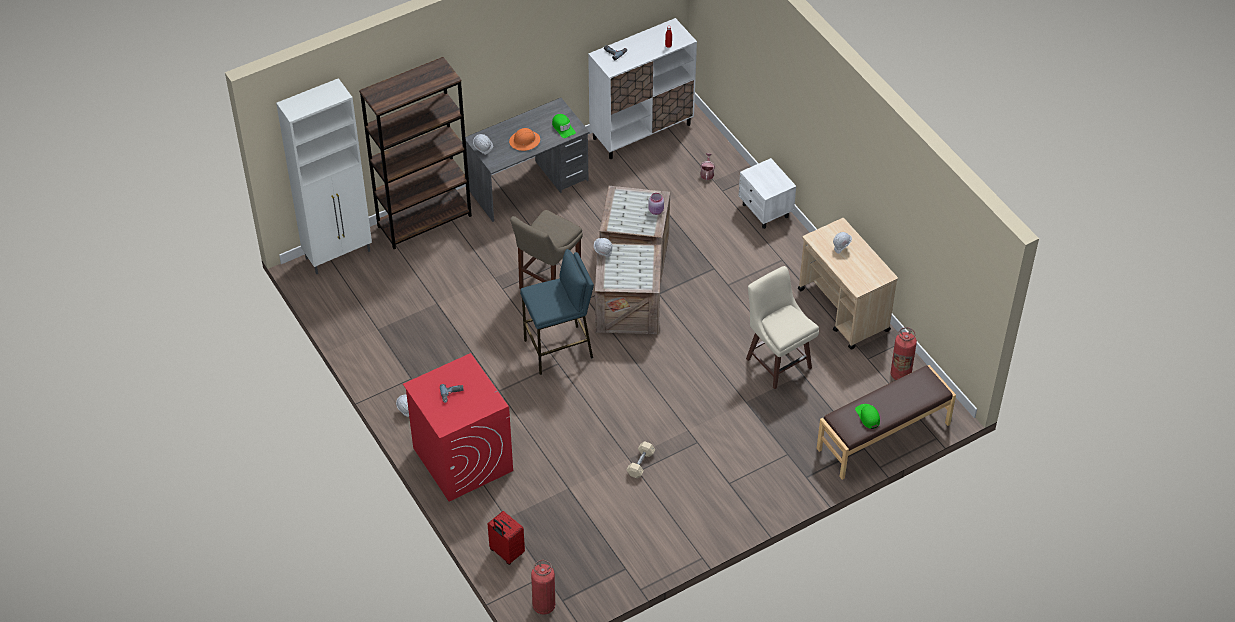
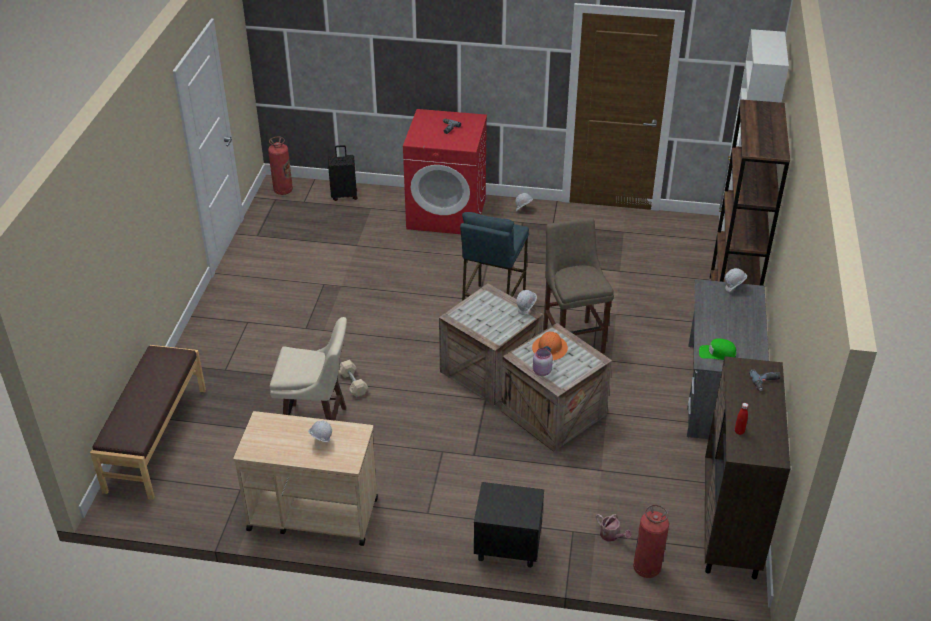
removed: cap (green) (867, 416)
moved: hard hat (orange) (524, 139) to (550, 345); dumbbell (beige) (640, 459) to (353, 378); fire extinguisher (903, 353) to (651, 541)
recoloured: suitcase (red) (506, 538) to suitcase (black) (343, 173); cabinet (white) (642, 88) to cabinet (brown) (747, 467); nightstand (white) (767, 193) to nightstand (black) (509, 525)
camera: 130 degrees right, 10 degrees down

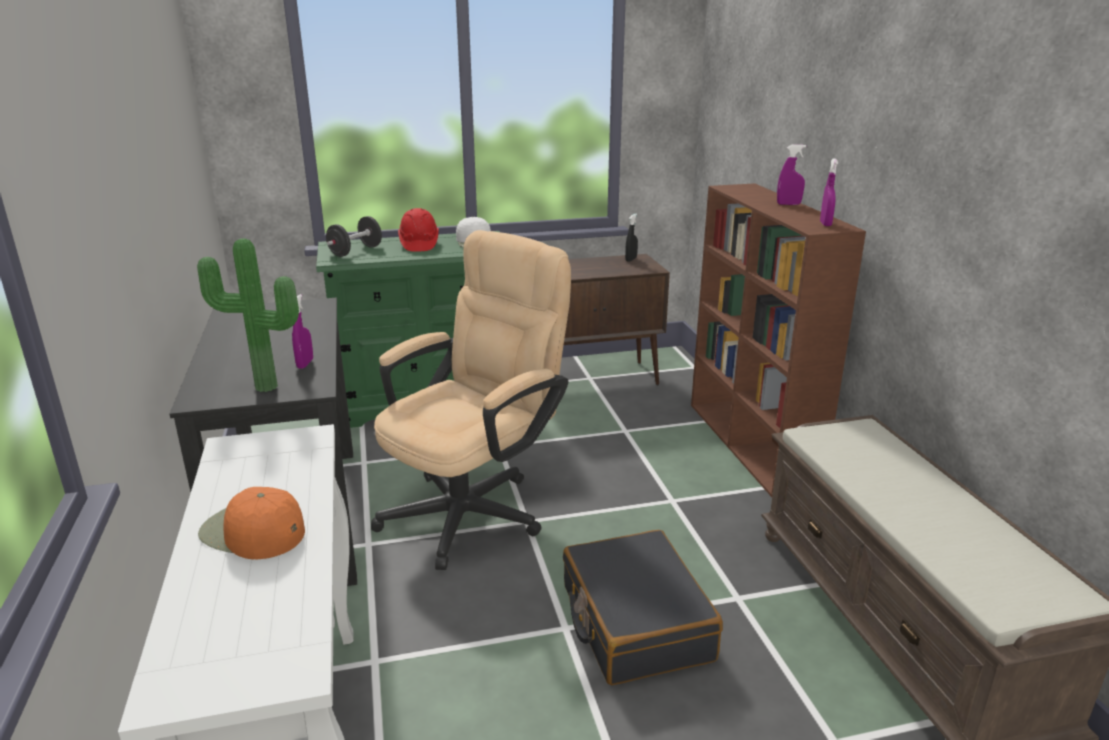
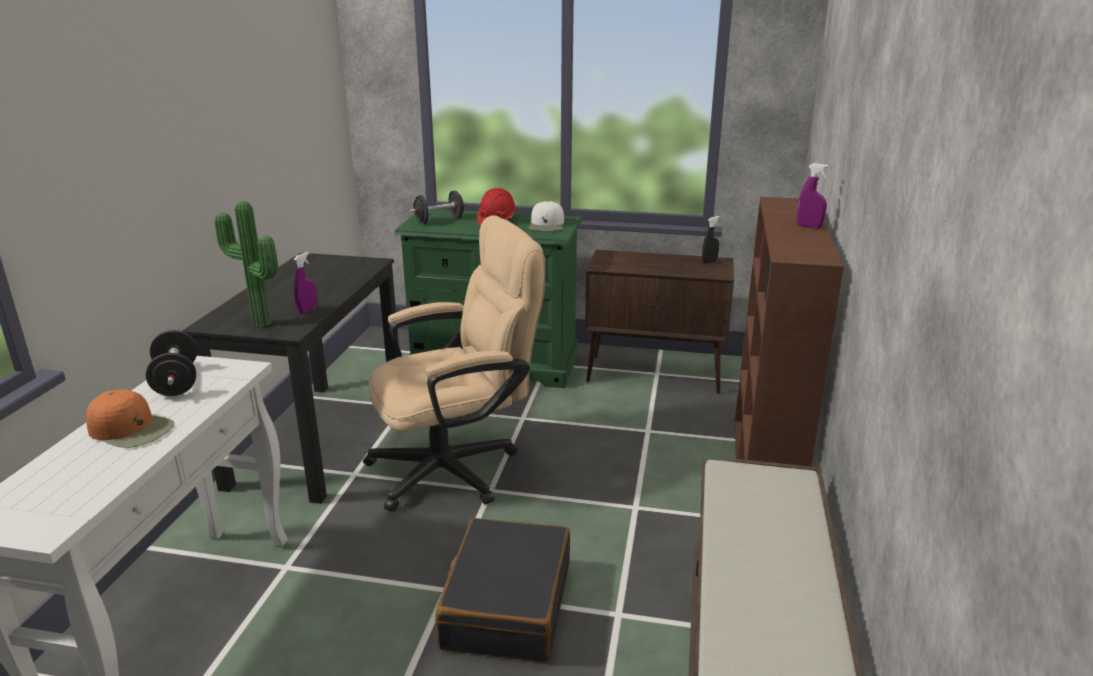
removed: spray bottle (purple) (829, 192)
added: dumbbell (black) (171, 363)
turned: cap (orange) (251, 523) = (130, 418) 150 degrees clockwise
camera: 25 degrees right, 0 degrees up

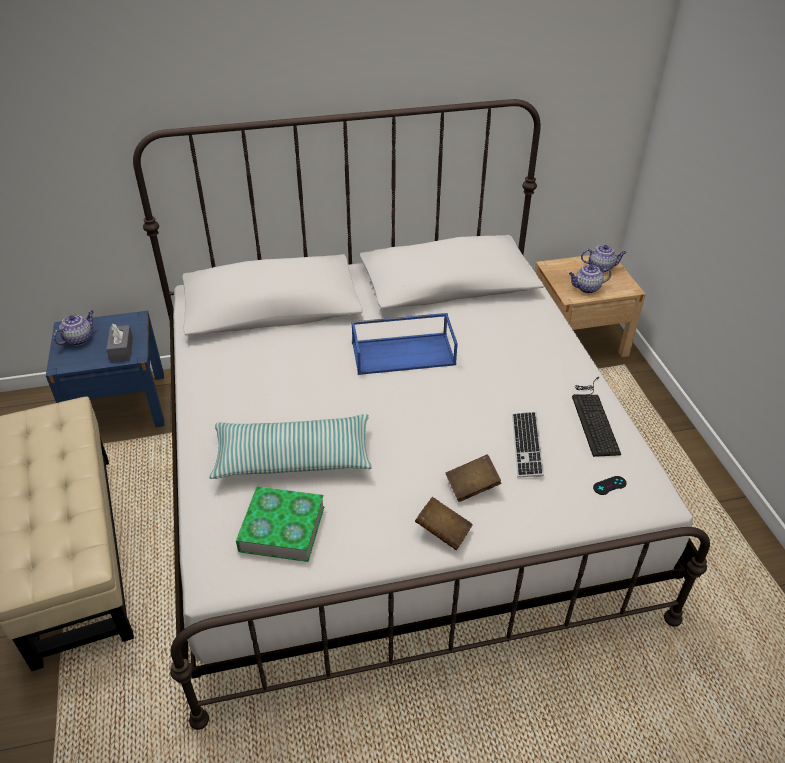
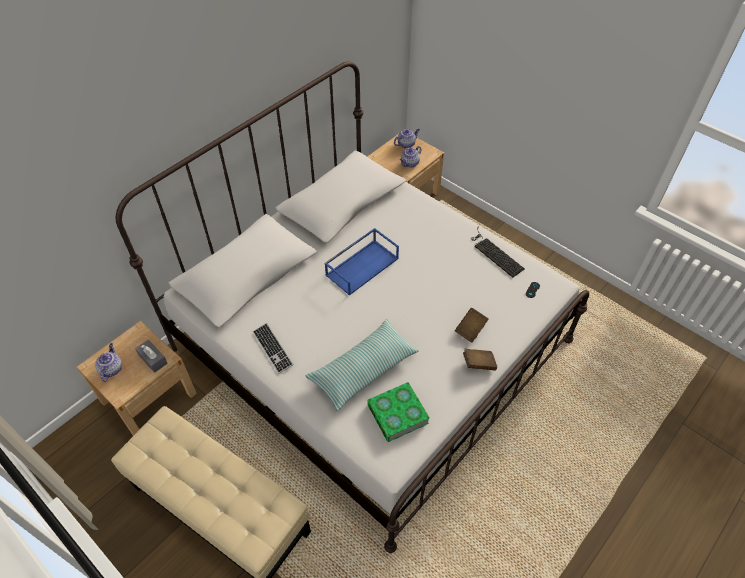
moved: keyboard (528, 445) to (273, 348)
recoloured: nightstand (blue) (105, 369) to nightstand (beige) (137, 378)
camera: 35 degrees left, 10 degrees up

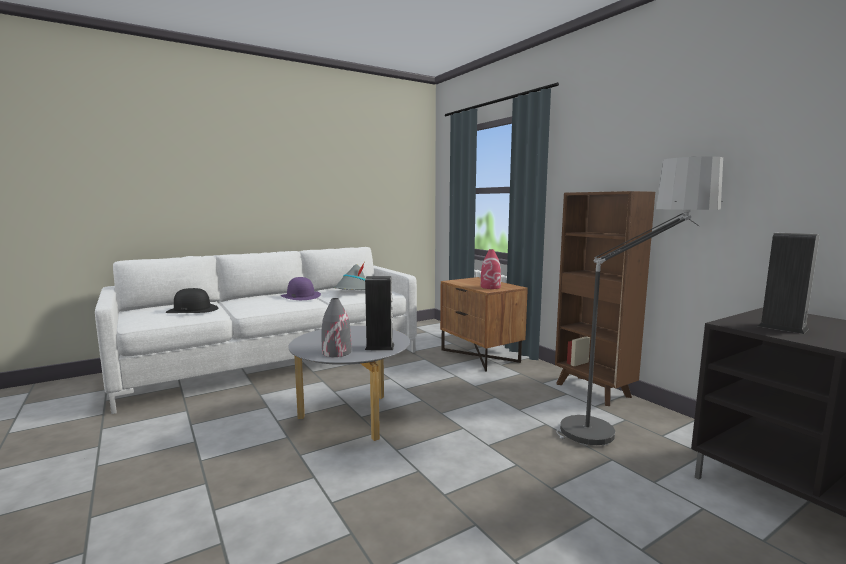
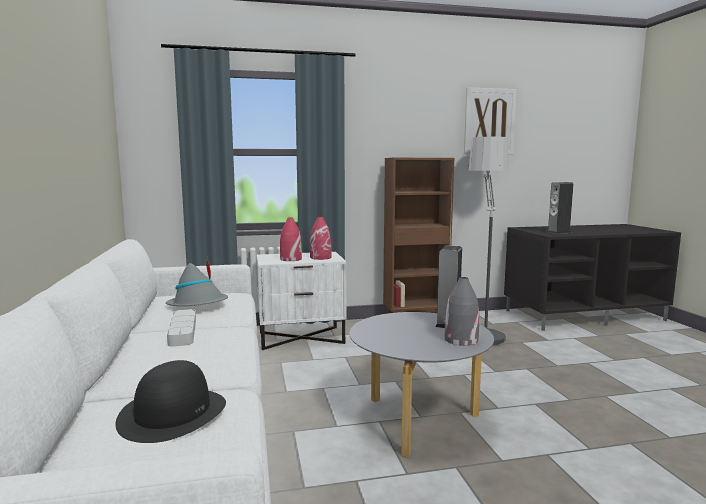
added: vase (red) (291, 239); picture (490, 121)
replaced: hat (purple) (301, 288) to tray (grey) (181, 328)
recoloured: nightstand (brown) (484, 324) to nightstand (white) (301, 301)
camera: 70 degrees left, 0 degrees up

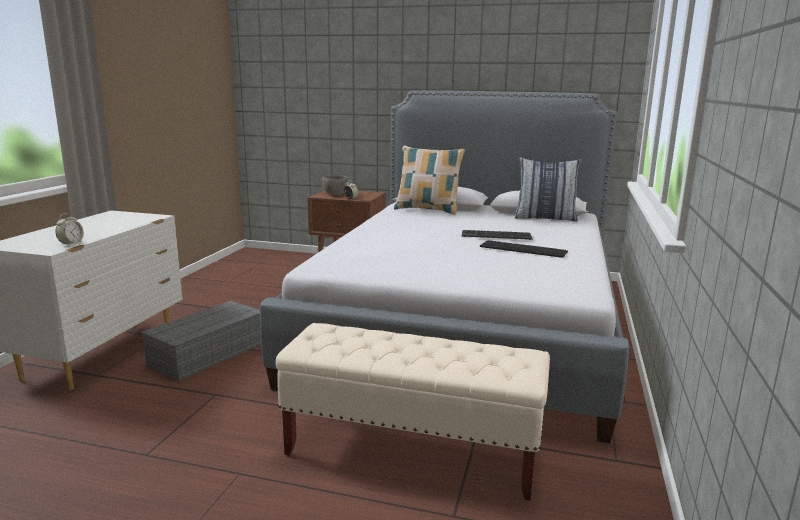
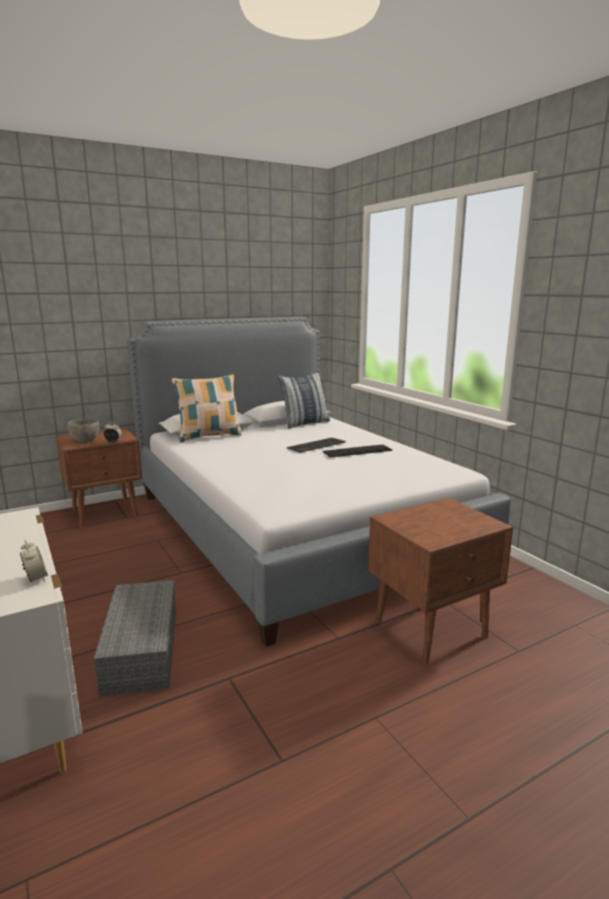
replaced: bench (beige) (413, 412) to nightstand (brown) (440, 581)
camera: 45 degrees left, 0 degrees up

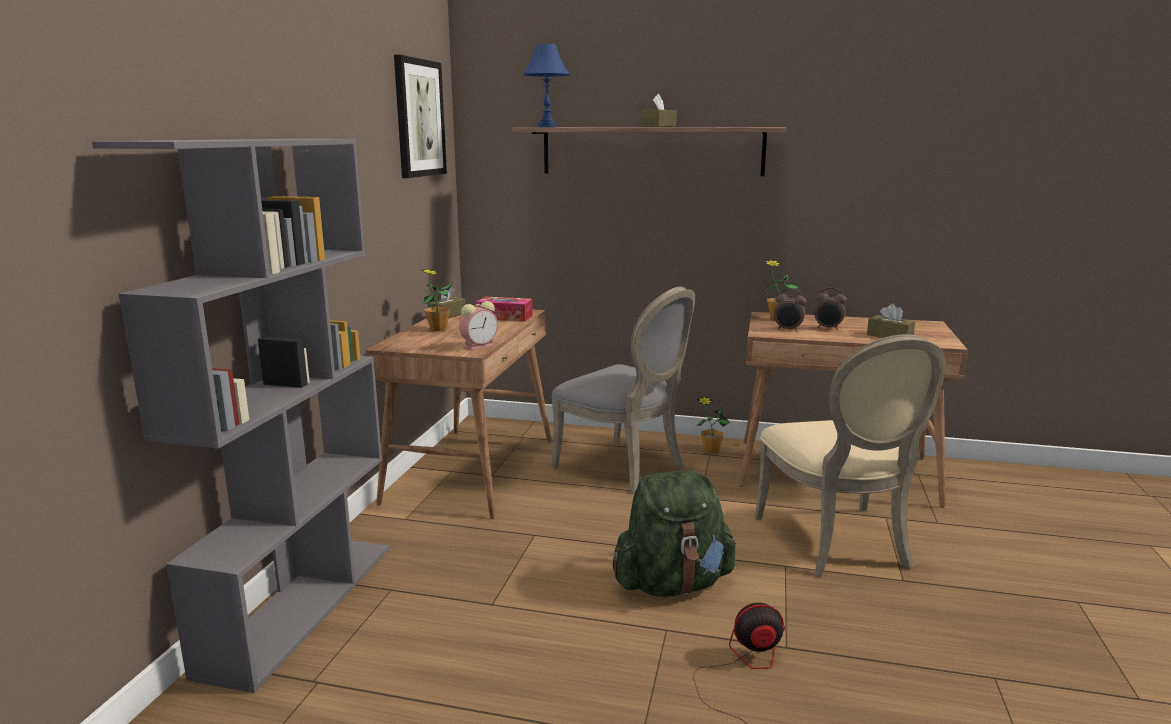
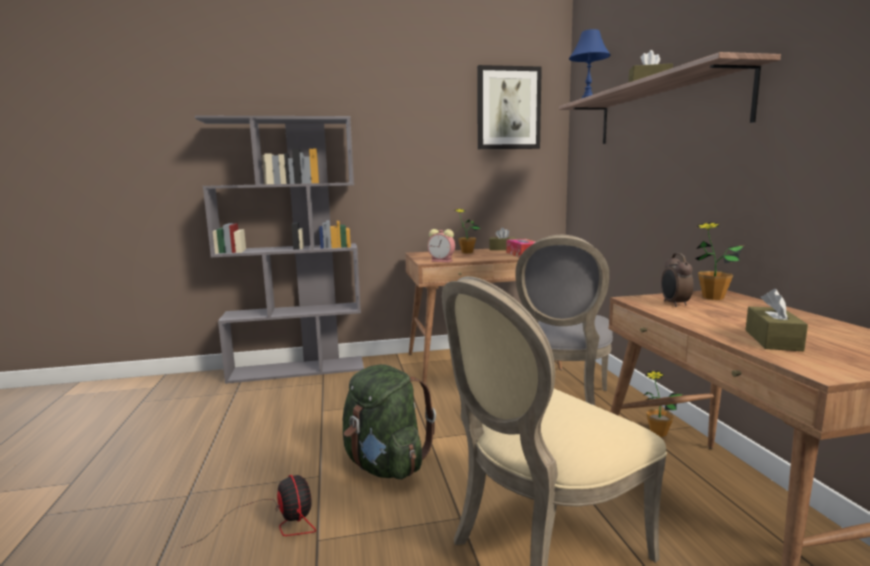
removed: alarm clock (830, 309)
camera: 65 degrees right, 5 degrees down

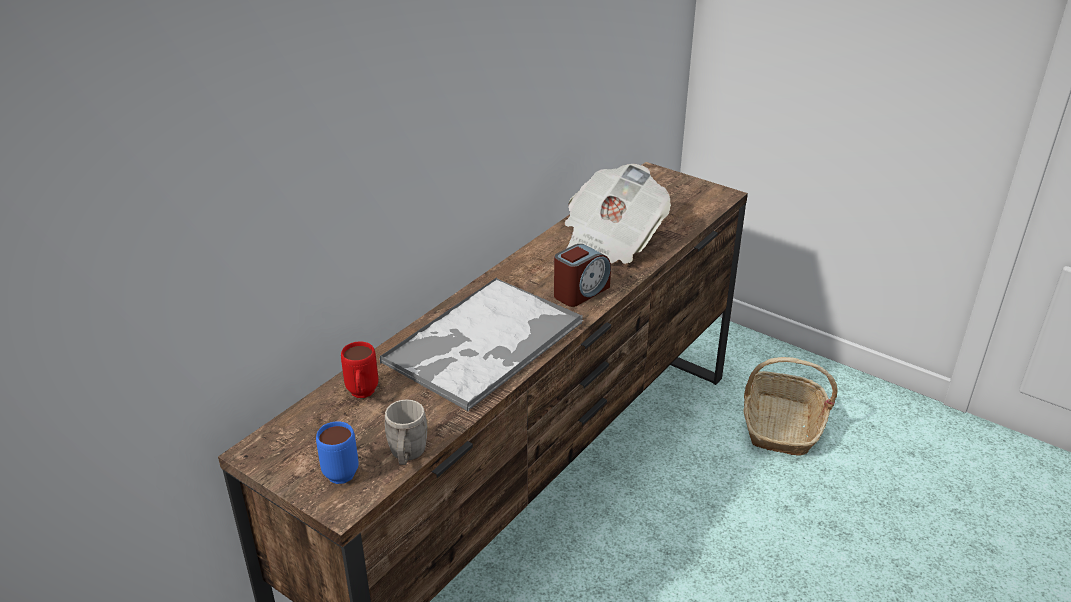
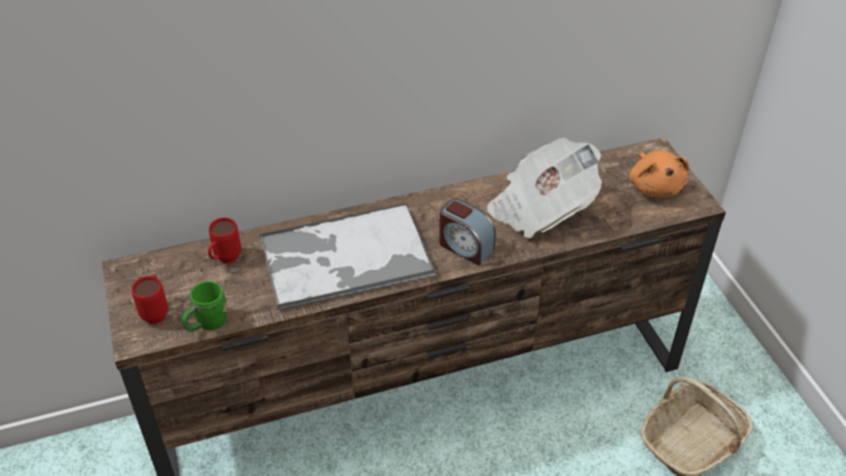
added: plush toy (orange) (659, 173)
recoloured: mug (blue) (337, 452) to mug (red) (150, 299); mug (grey) (406, 432) to mug (green) (204, 306)
turned: alarm clock (582, 275) = (467, 231) 45 degrees clockwise
camera: 35 degrees right, 10 degrees up

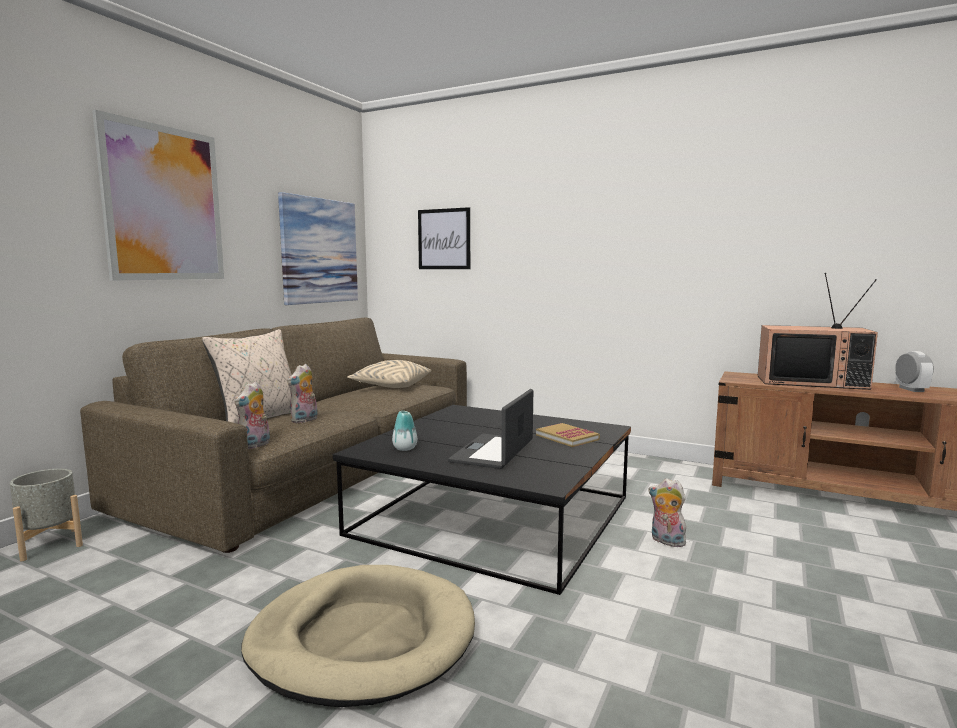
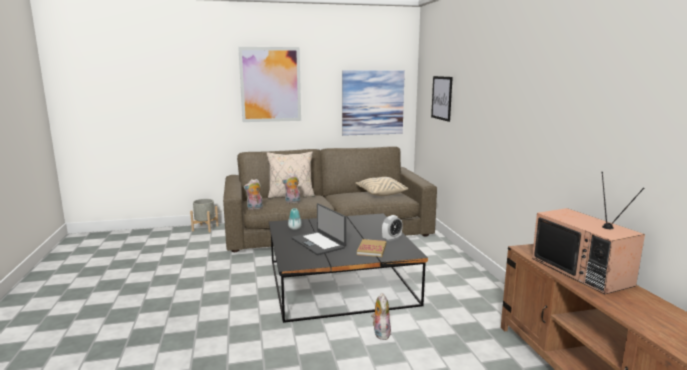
removed: dog bed (beige) (358, 636)
moved: alarm clock (914, 371) to (392, 228)
turned: laptop (490, 429) = (319, 229) 105 degrees counterclockwise
camera: 50 degrees right, 5 degrees up

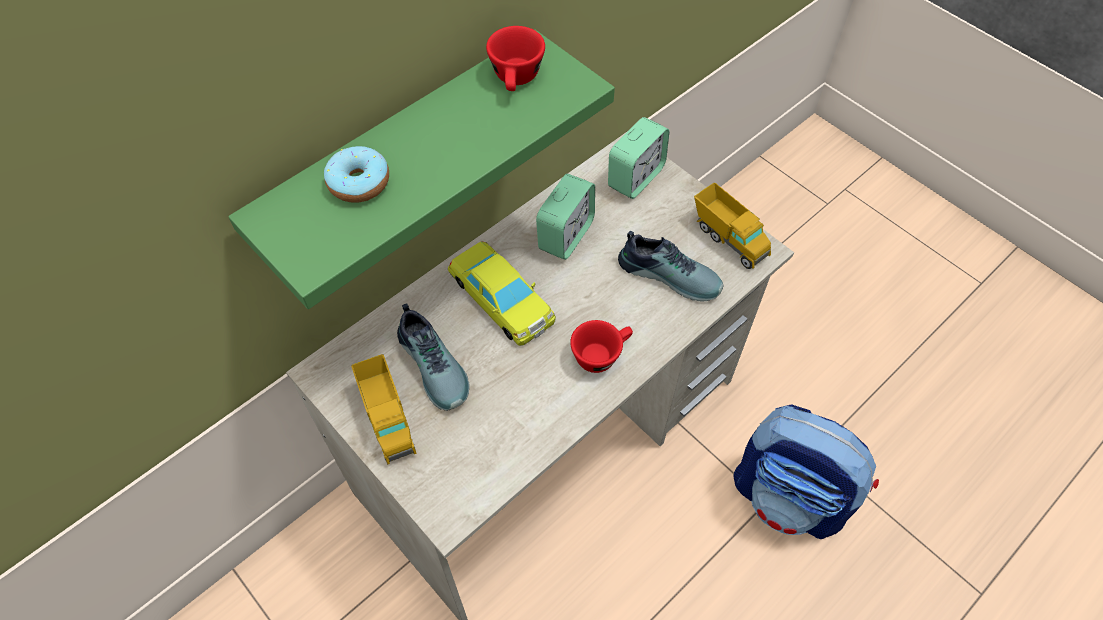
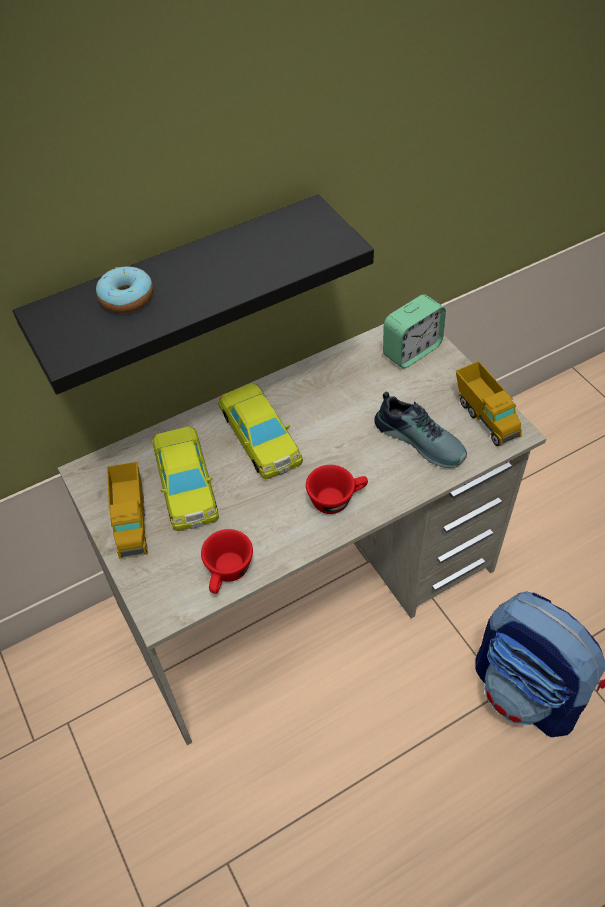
removed: alarm clock (565, 217)
moved: cup (red) (515, 58) to (227, 561)
replaced: shoe (433, 357) to toy car (yellow) (185, 478)
recoloured: shelf (green) (421, 169) to shelf (black) (193, 294)
camera: 15 degrees right, 5 degrees down

